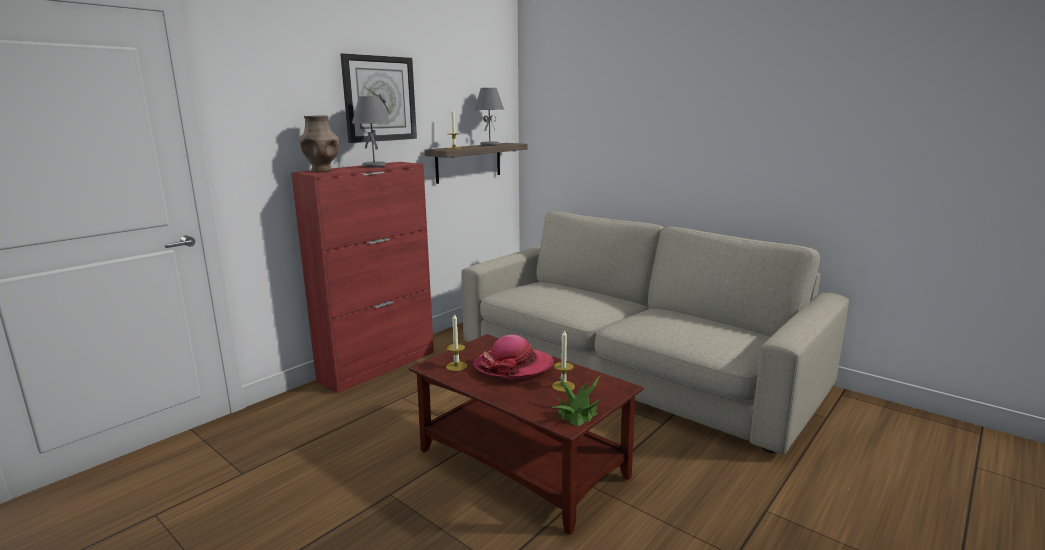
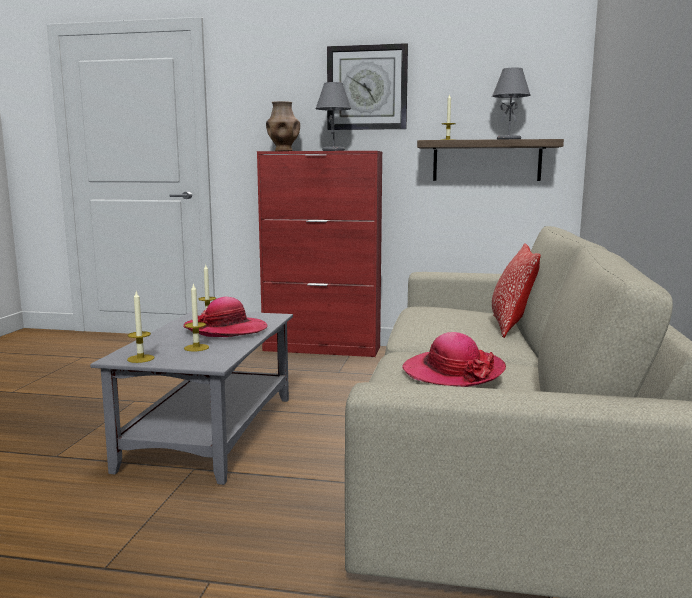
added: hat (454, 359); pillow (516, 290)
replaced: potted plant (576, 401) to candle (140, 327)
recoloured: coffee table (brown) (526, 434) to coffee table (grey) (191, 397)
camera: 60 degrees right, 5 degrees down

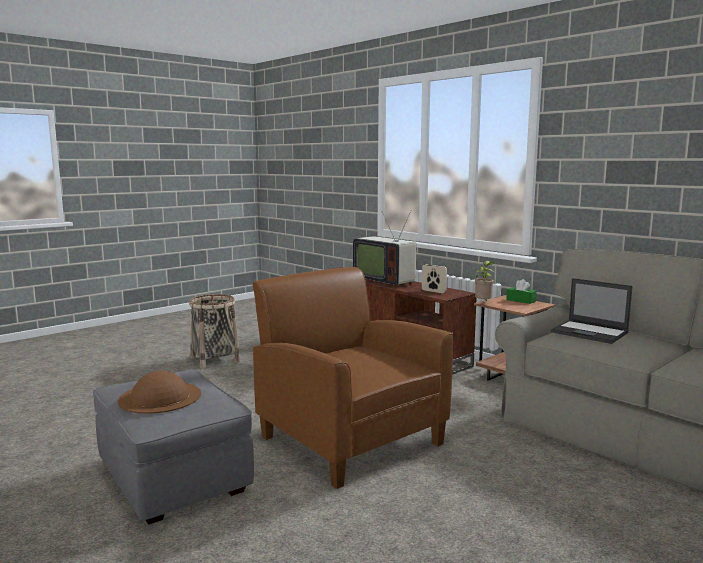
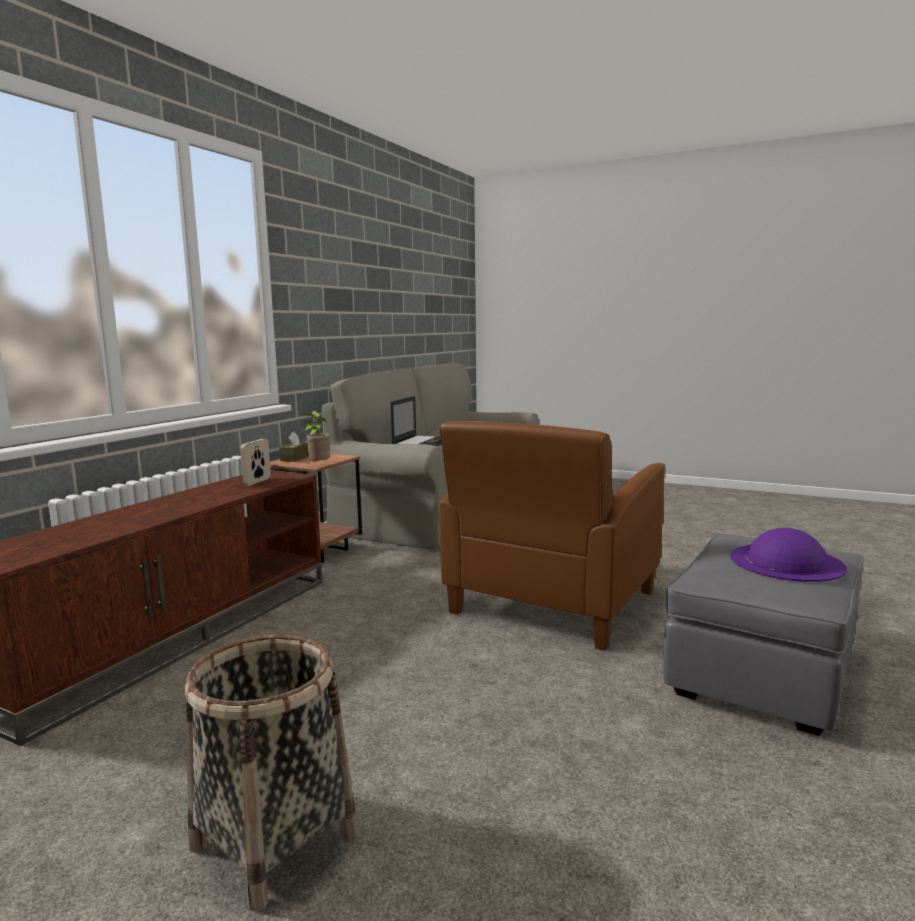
removed: television (384, 249)
recoloured: hat (brown) (159, 392) to hat (purple) (788, 555); tissue box (green) (521, 291) to tissue box (brown) (294, 446)
camera: 110 degrees left, 0 degrees up

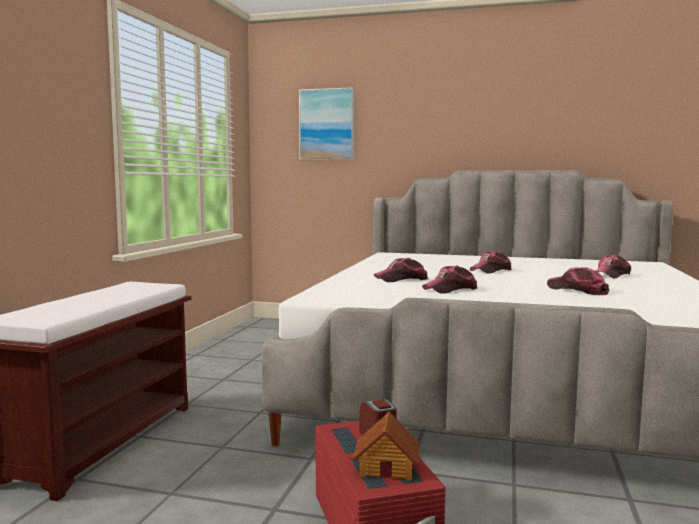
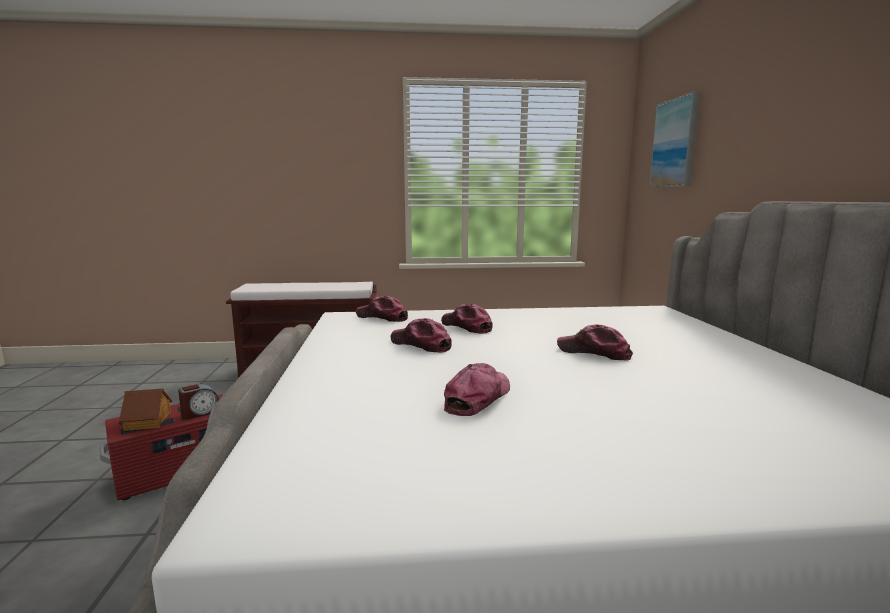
moved: cap (613, 266) to (382, 309)
camera: 70 degrees right, 5 degrees up

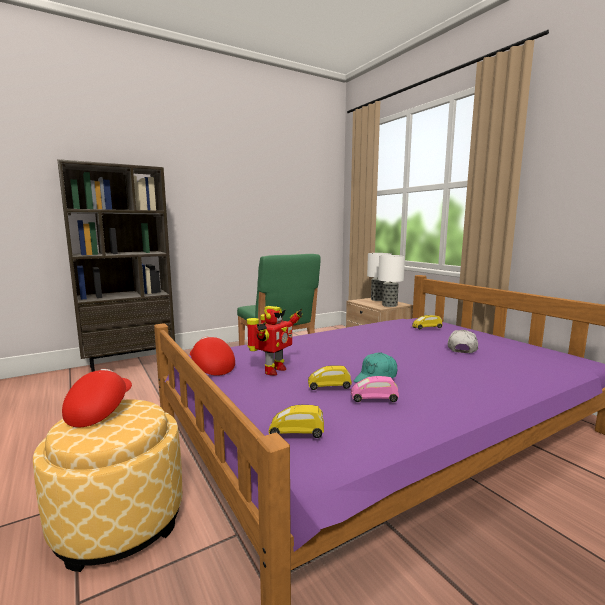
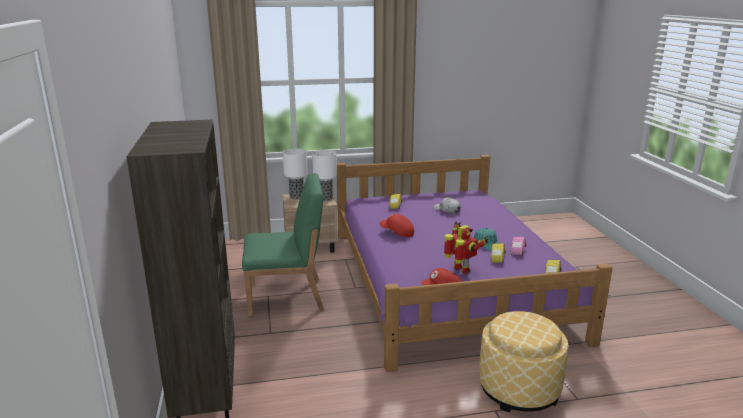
moved: cap (red) (97, 398) to (397, 225)
camera: 70 degrees left, 10 degrees up

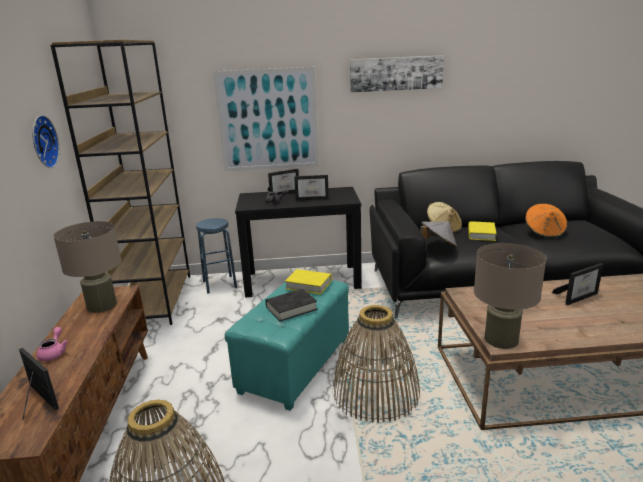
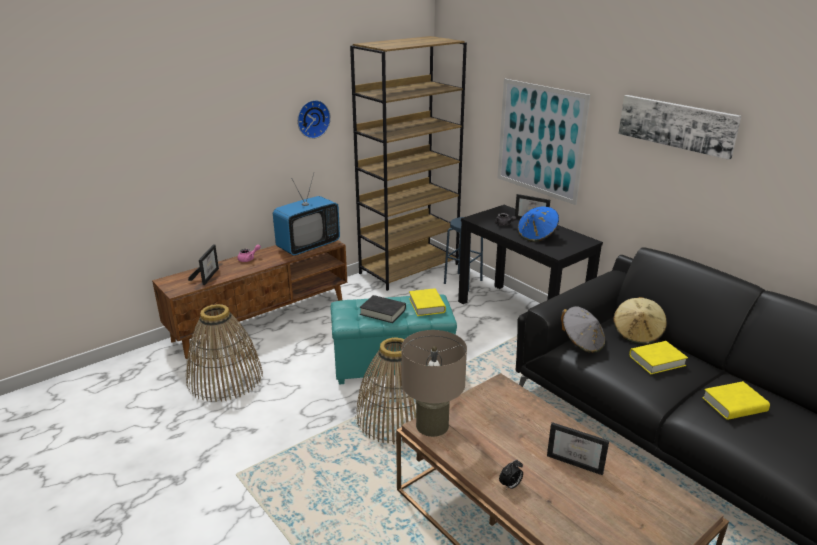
added: alarm clock (511, 475)
replaced: table lamp (beige) (87, 267) to television (306, 214); picture frame (311, 188) to hat (blue) (538, 224); hat (orange) (546, 221) to book (yellow) (736, 400)
camera: 55 degrees right, 5 degrees up

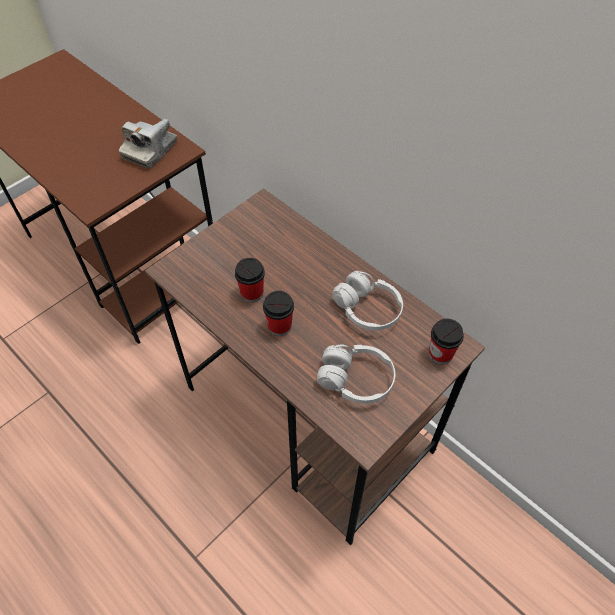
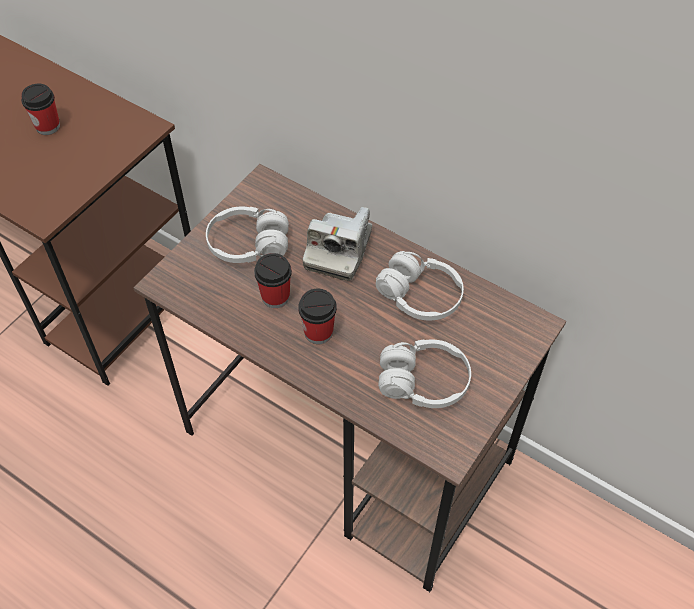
added: headphones (white) (247, 234)
moved: photo camera (148, 144) to (337, 244); cup (446, 342) to (40, 109)
camera: 10 degrees left, 0 degrees up

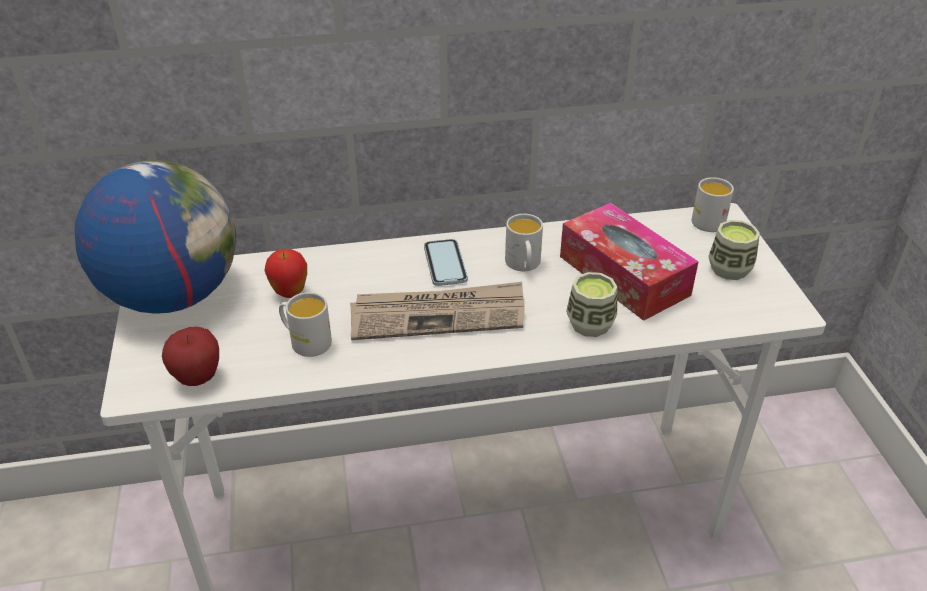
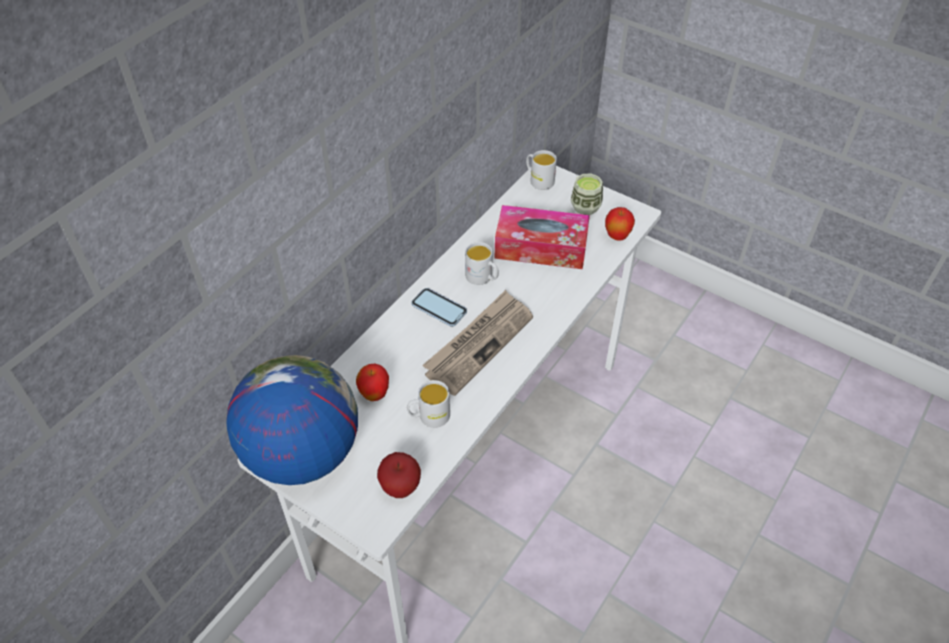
removed: cup (591, 304)
added: apple (620, 224)
camera: 45 degrees left, 10 degrees up

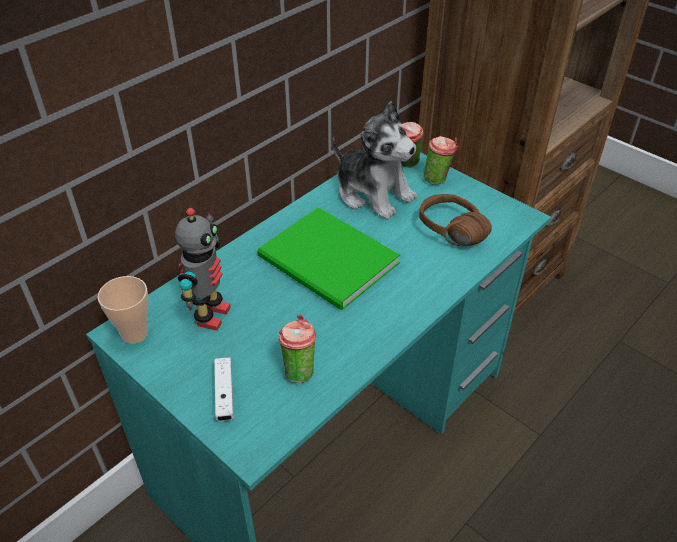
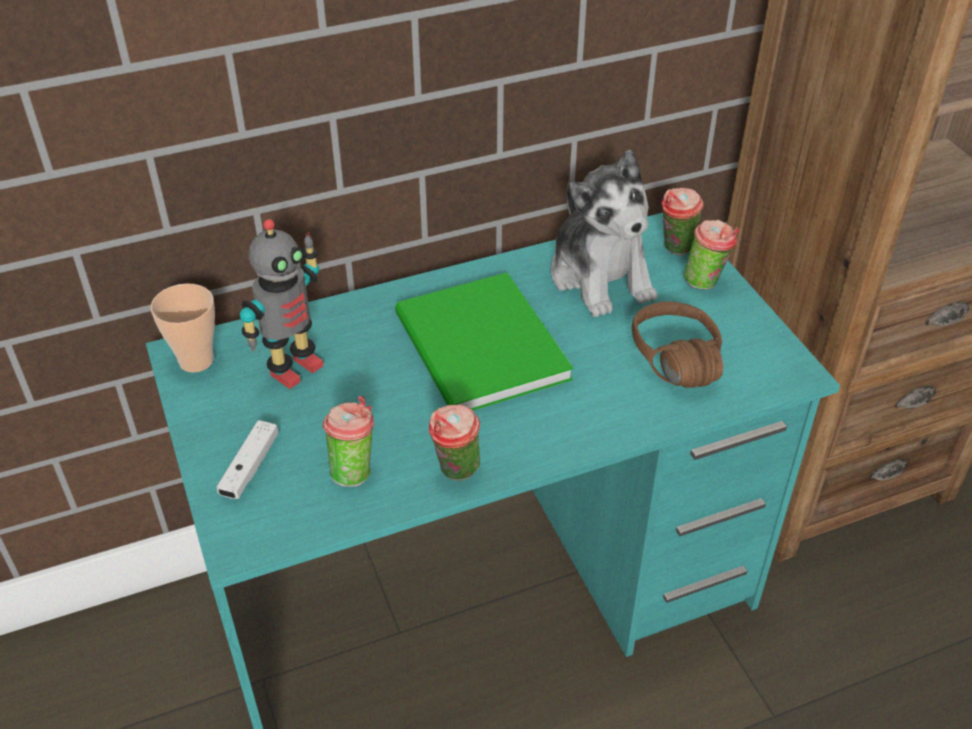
added: cup (454, 443)
camera: 25 degrees right, 0 degrees up

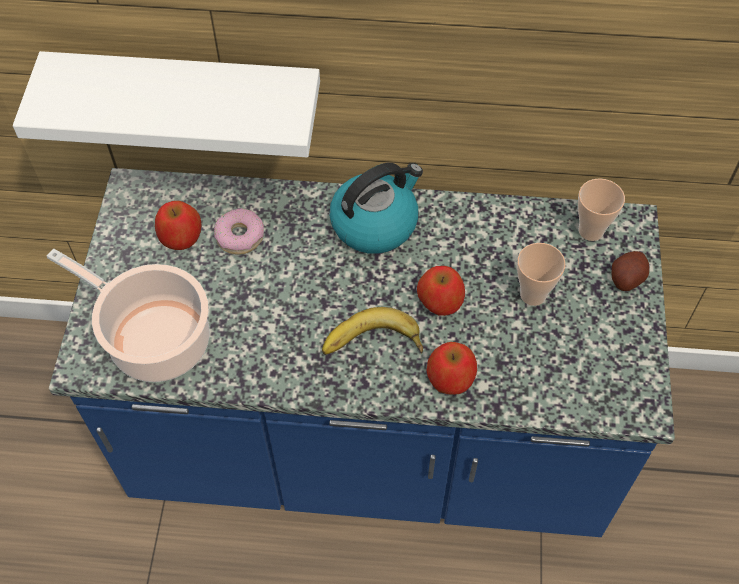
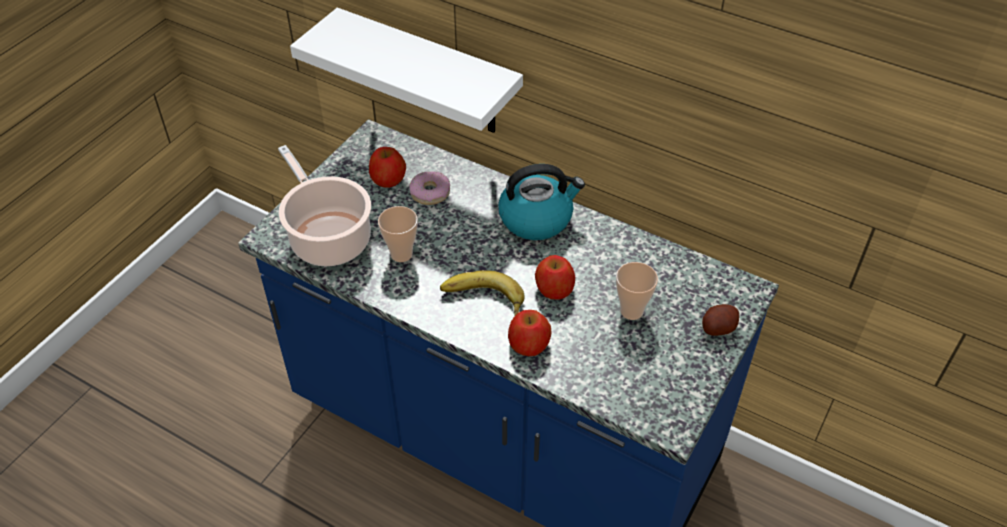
moved: cup (601, 209) to (398, 234)
camera: 25 degrees right, 10 degrees down

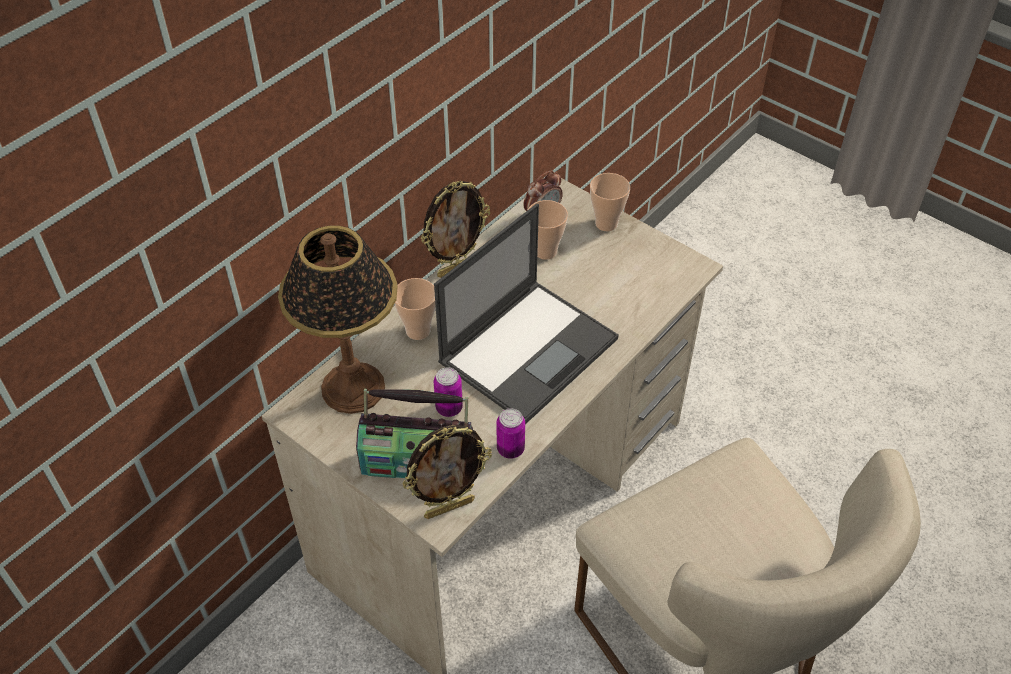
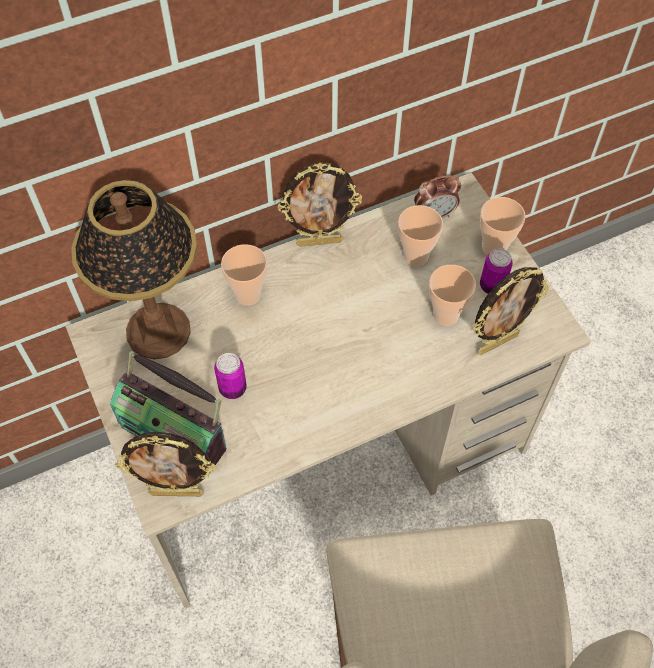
removed: laptop (526, 314)
added: cup (452, 295); picture frame (511, 311)
moved: can (511, 433) to (496, 271)
camera: 25 degrees right, 10 degrees up

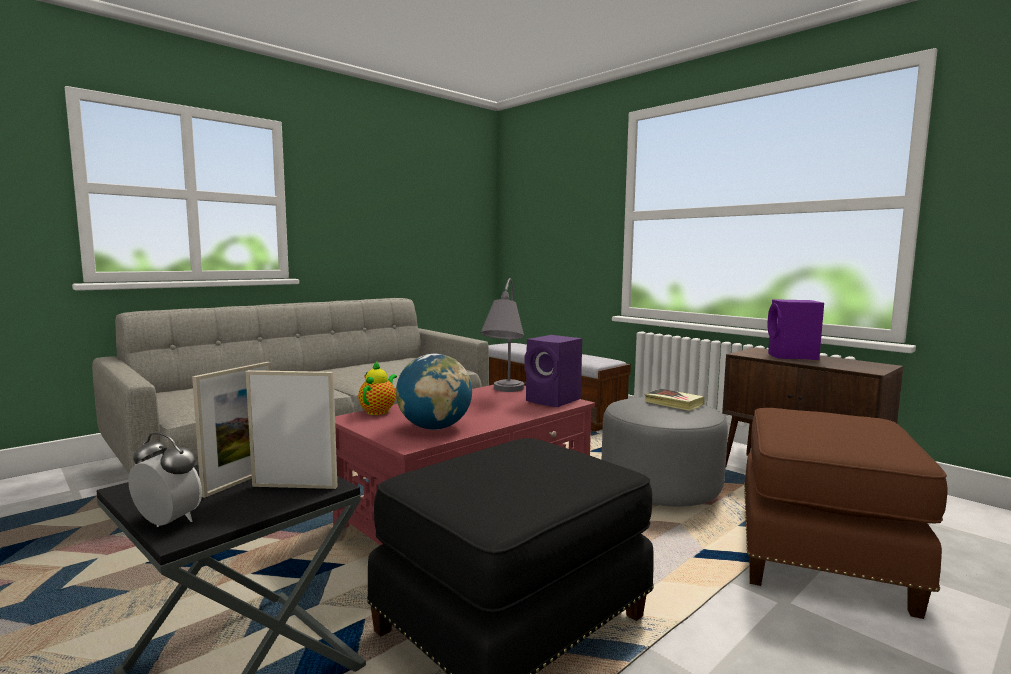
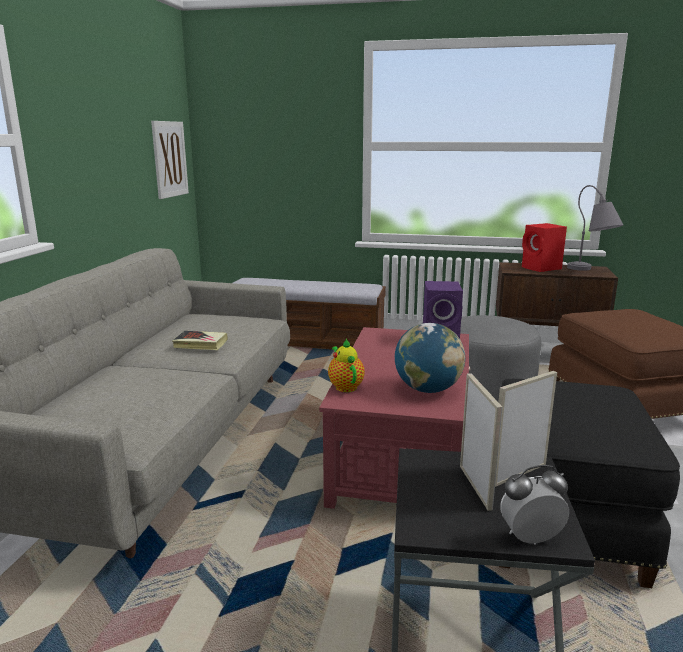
added: picture (170, 160)
moved: table lamp (grey) (502, 335) to (595, 228); book (675, 400) to (200, 340)
recoloured: speaker (purple) (795, 329) to speaker (red) (544, 247)
camera: 35 degrees left, 10 degrees up

